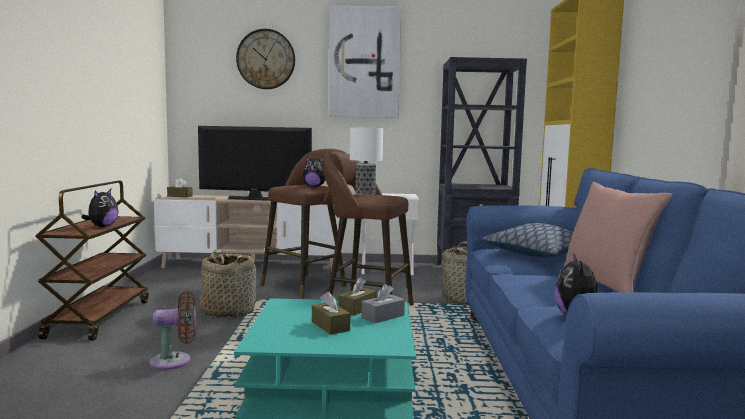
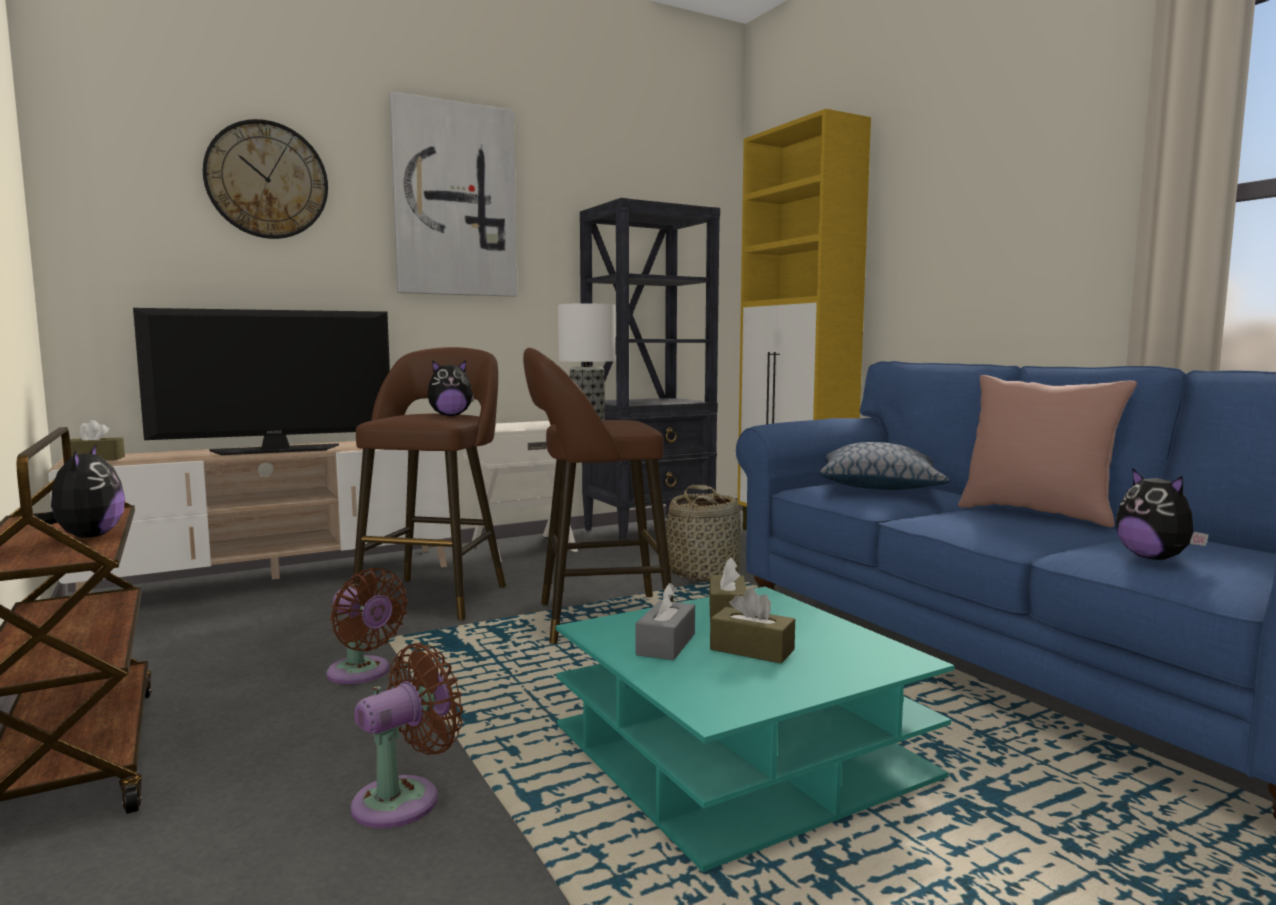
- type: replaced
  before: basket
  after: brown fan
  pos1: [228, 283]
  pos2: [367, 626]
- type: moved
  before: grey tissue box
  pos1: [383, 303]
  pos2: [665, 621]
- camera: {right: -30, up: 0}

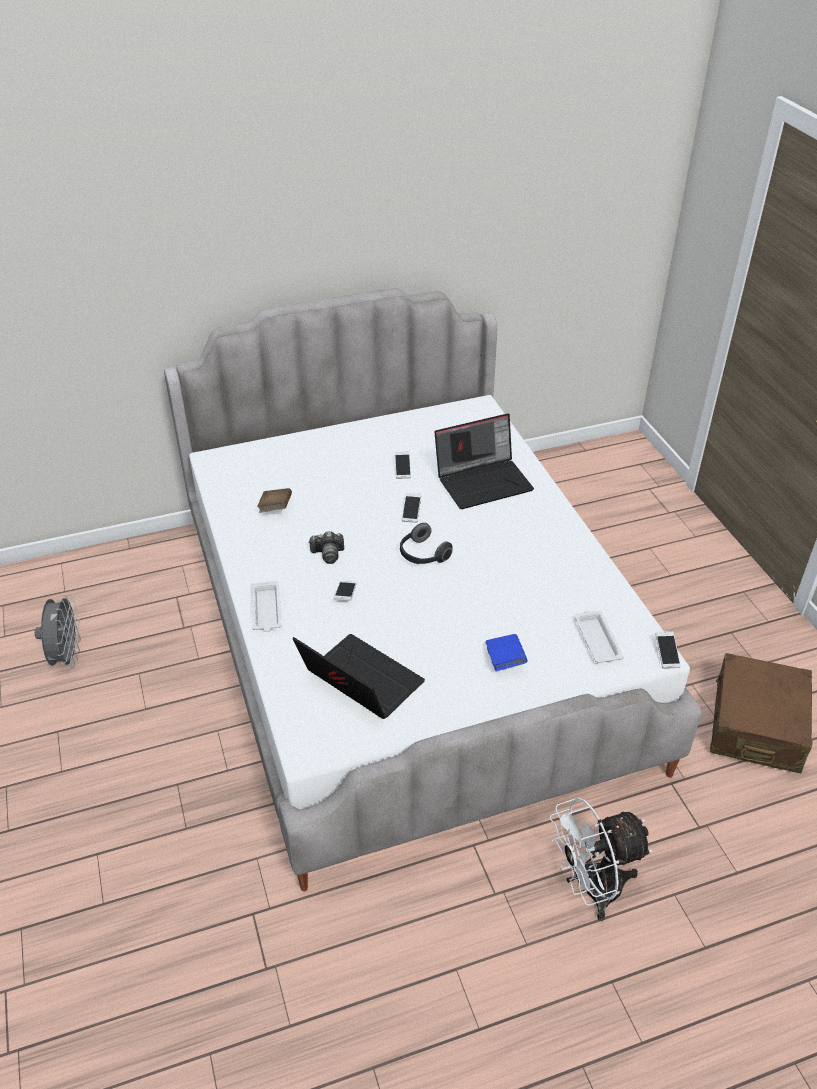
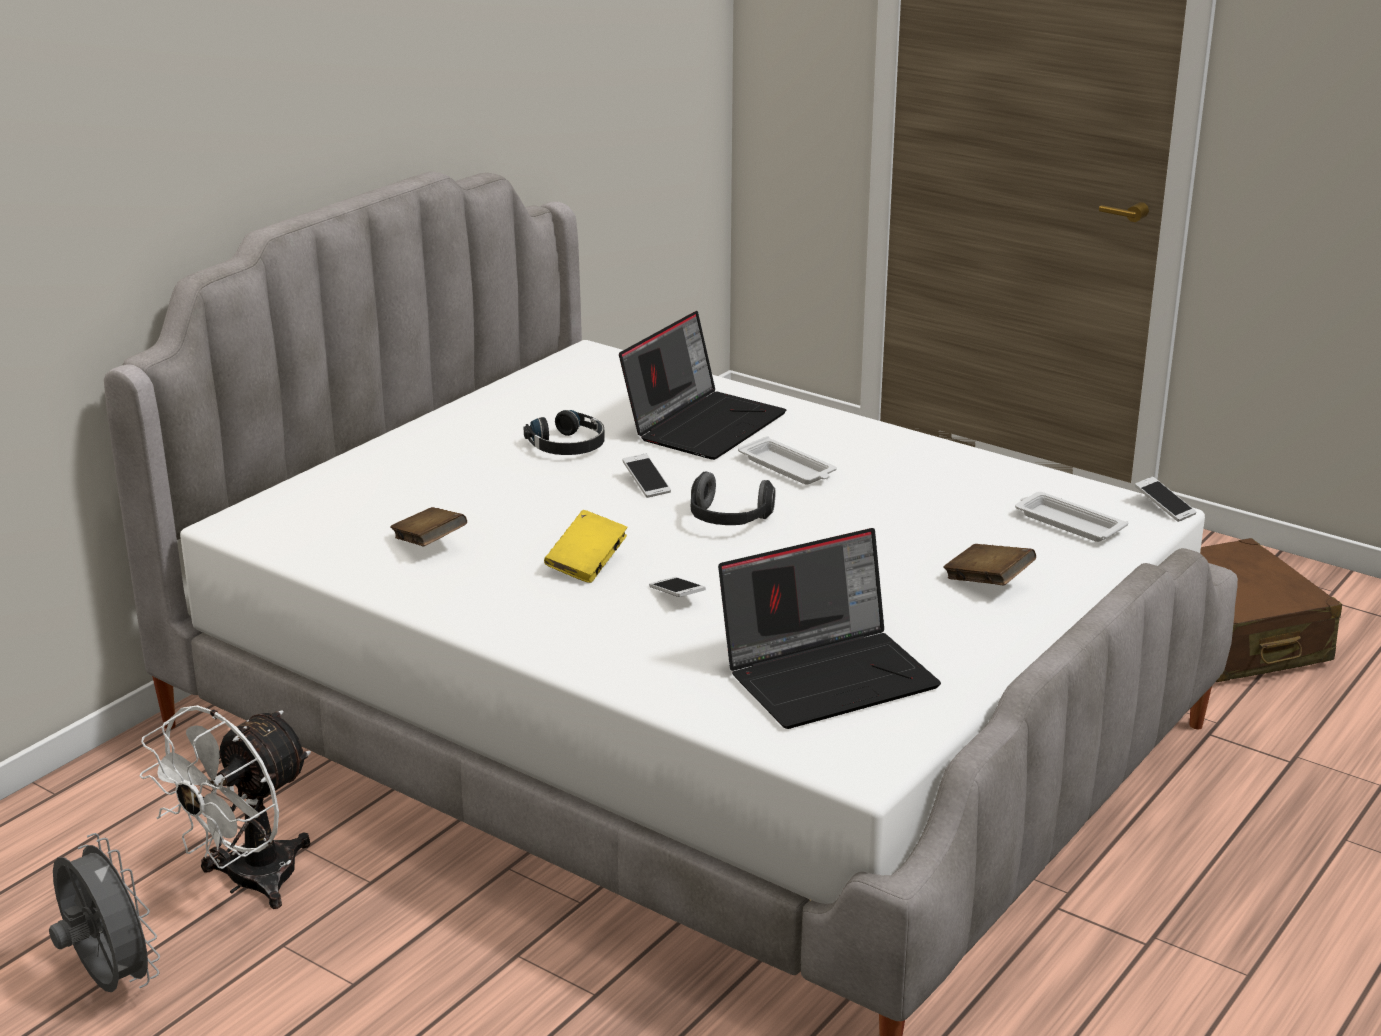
- type: moved
  before: white fan
  pos1: [601, 859]
  pos2: [225, 807]
- type: replaced
  before: phone
  after: black headphones
  pos1: [403, 465]
  pos2: [564, 432]
- type: replaced
  before: photo camera
  after: yellow book
  pos1: [326, 547]
  pos2: [586, 546]
- type: turned
  before: laptop
  pos1: [359, 676]
  pos2: [829, 628]
  turn: 150
- type: moved
  before: white tray
  pos1: [266, 606]
  pos2: [787, 460]
- type: recoloured
  before: blue book
  after: brown book
  pos1: [506, 652]
  pos2: [989, 565]
- camera: {right: -35, up: -15}

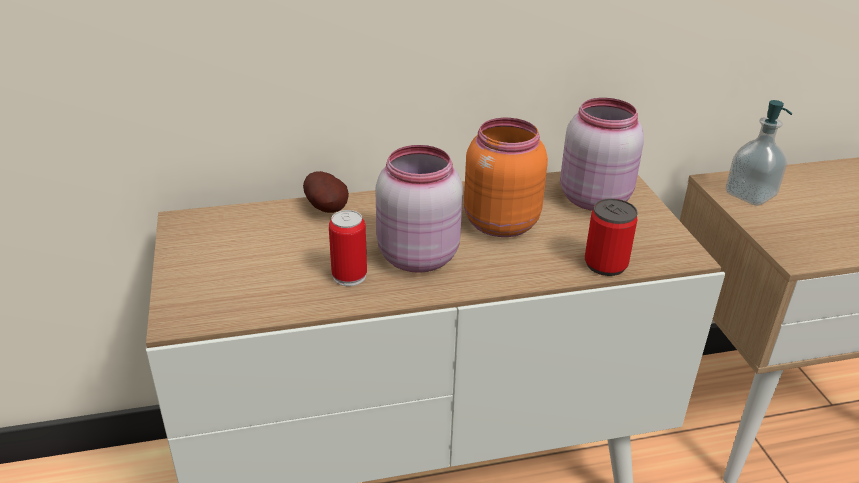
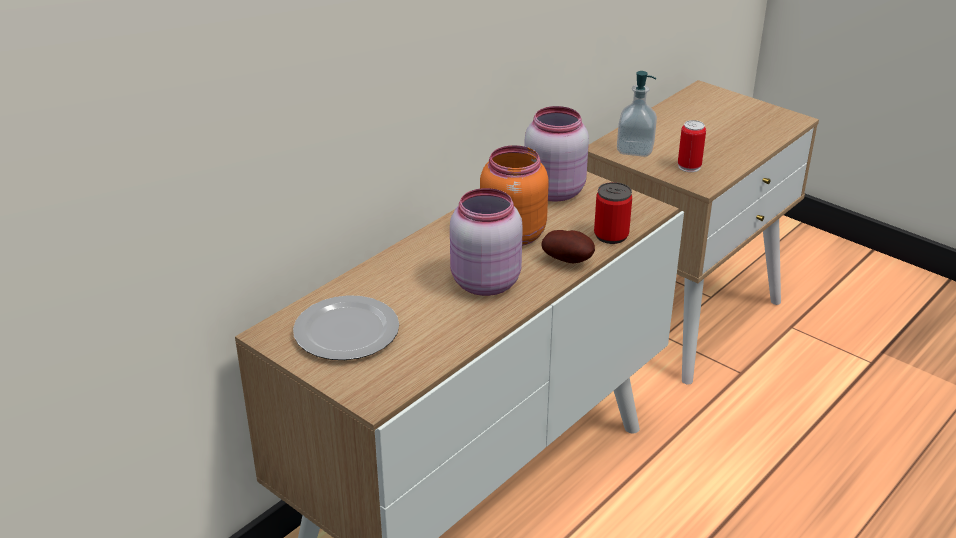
- type: added
  after: plate
  pos2: [346, 327]
- type: moved
  before: potato
  pos1: [326, 192]
  pos2: [568, 246]
- type: moved
  before: can
  pos1: [348, 248]
  pos2: [692, 146]
- camera: {right: -35, up: 0}

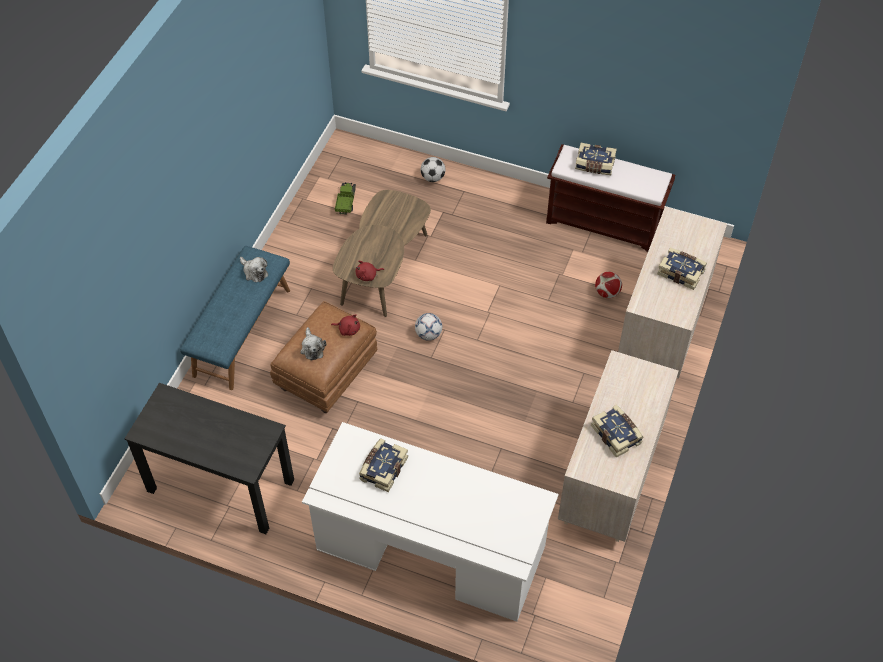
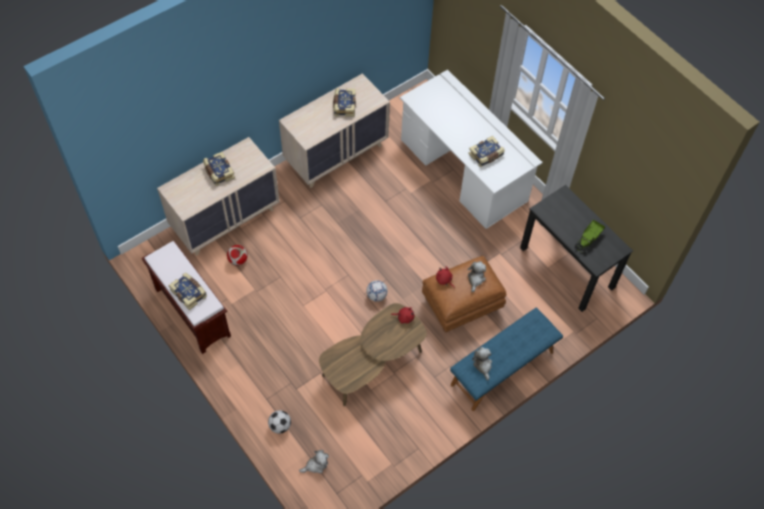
- type: added
  after: plush toy
  pos2: [314, 461]
- type: moved
  before: toy truck
  pos1: [345, 198]
  pos2: [589, 236]
- camera: {right: -150, up: 5}

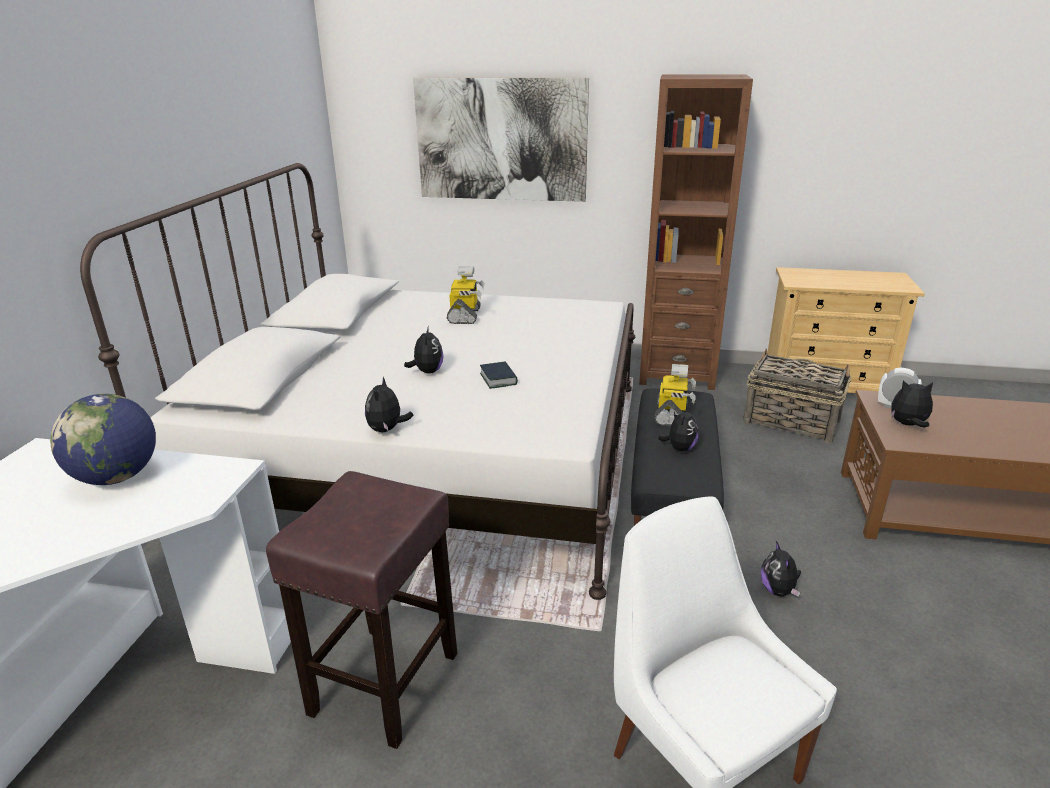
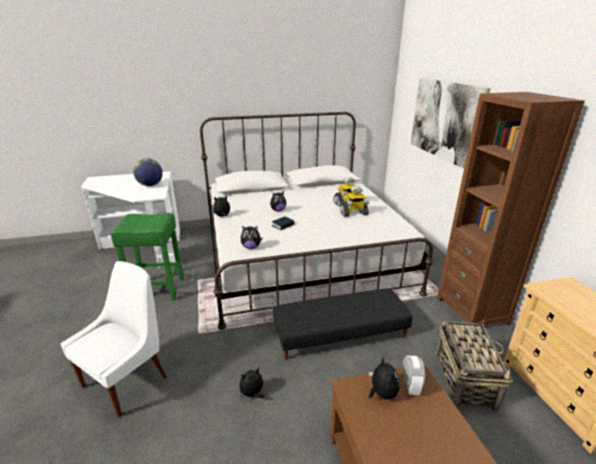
- type: recoloured
  before: brown stool
  after: green stool
  pos1: [361, 610]
  pos2: [147, 257]
- type: moved
  before: plush toy
  pos1: [678, 428]
  pos2: [252, 237]
- type: moved
  before: toy robot
  pos1: [675, 395]
  pos2: [354, 201]
- camera: {right: 65, up: 0}

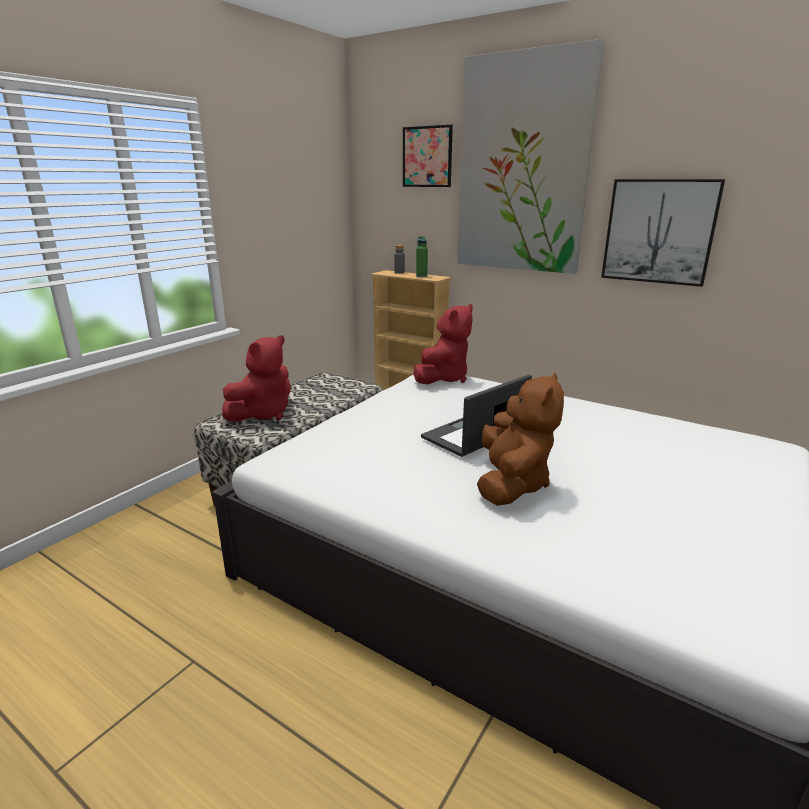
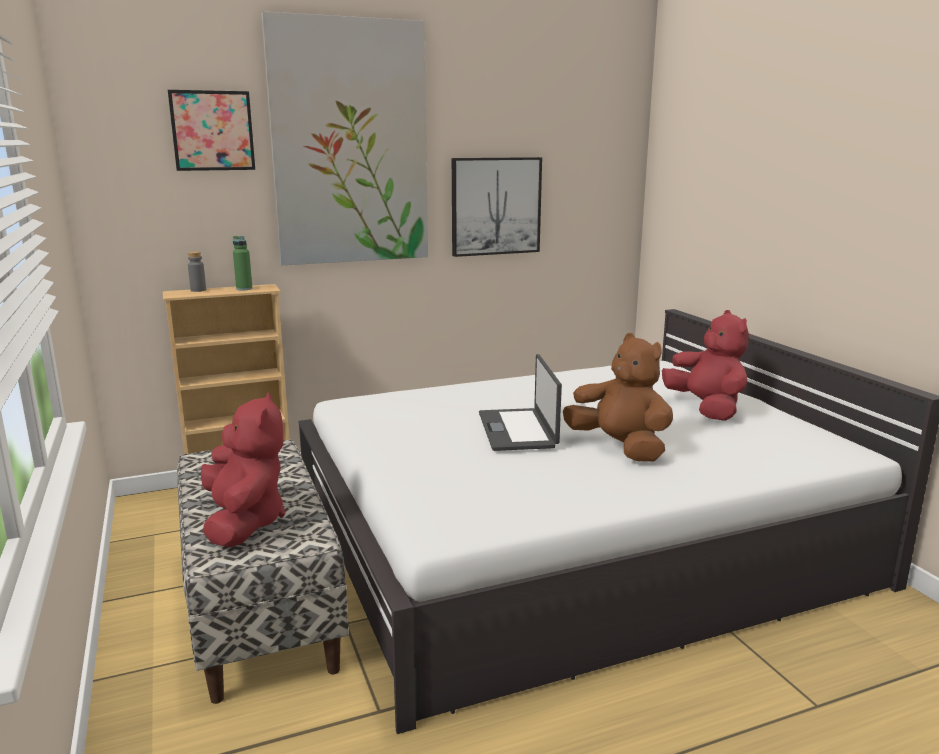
- type: moved
  before: red plush toy
  pos1: [443, 344]
  pos2: [705, 365]
- camera: {right: -55, up: -5}

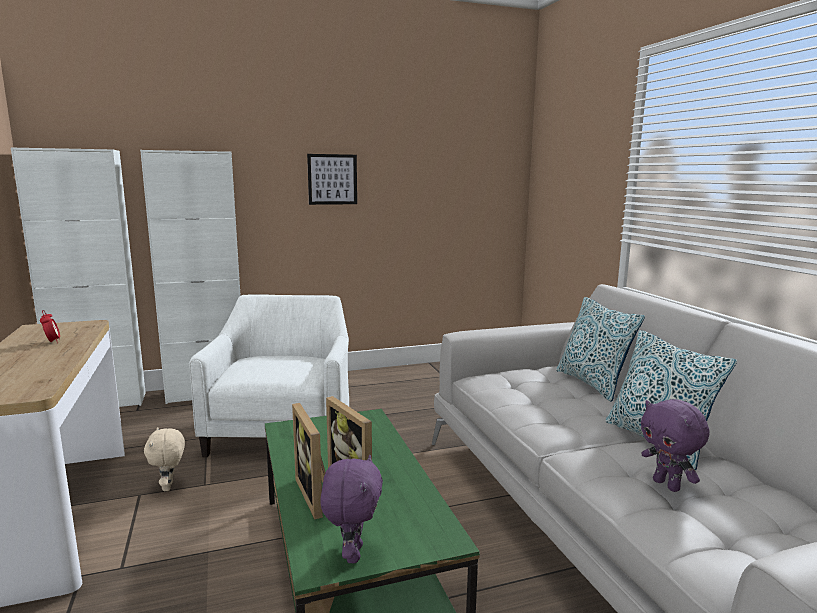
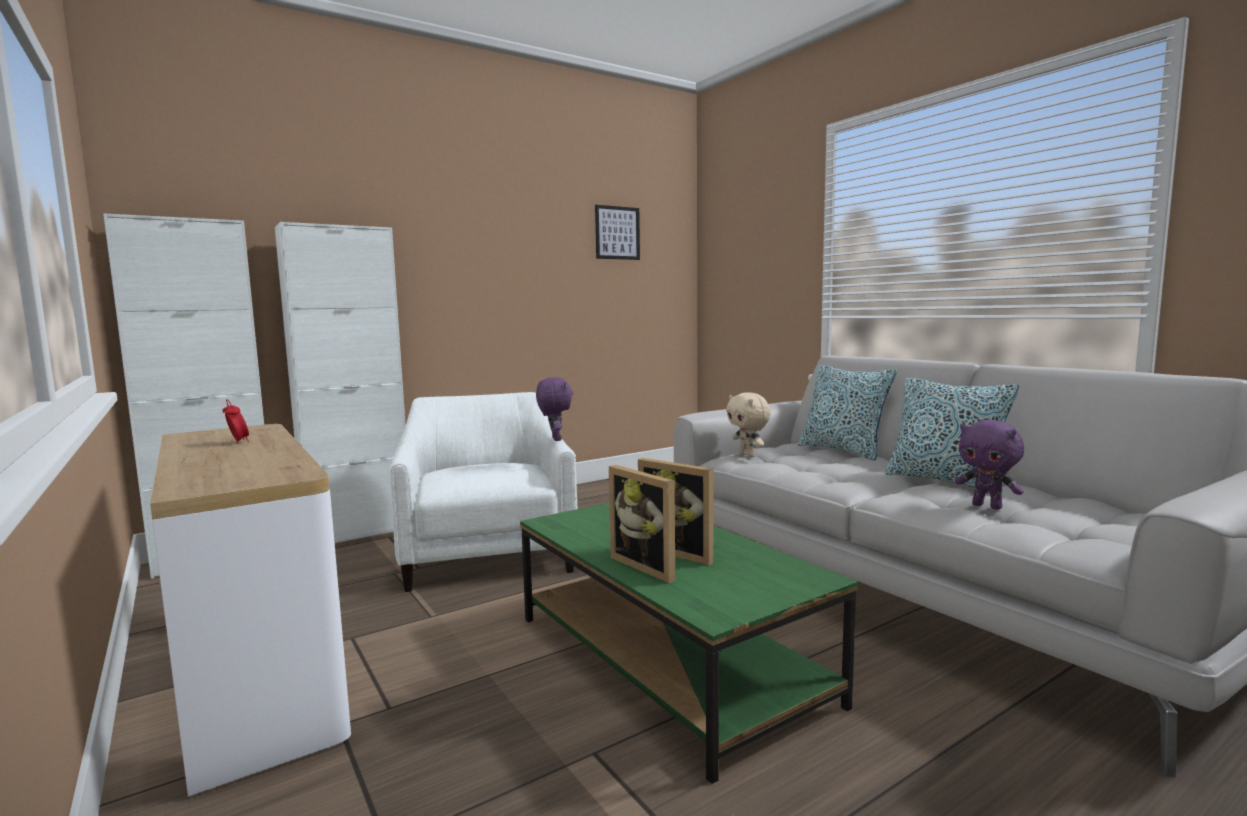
- type: moved
  before: purple plush toy
  pos1: [351, 509]
  pos2: [554, 409]
- type: moved
  before: picture
  pos1: [332, 179]
  pos2: [617, 232]
- type: moved
  before: beige plush toy
  pos1: [164, 459]
  pos2: [748, 425]
- camera: {right: -15, up: -5}

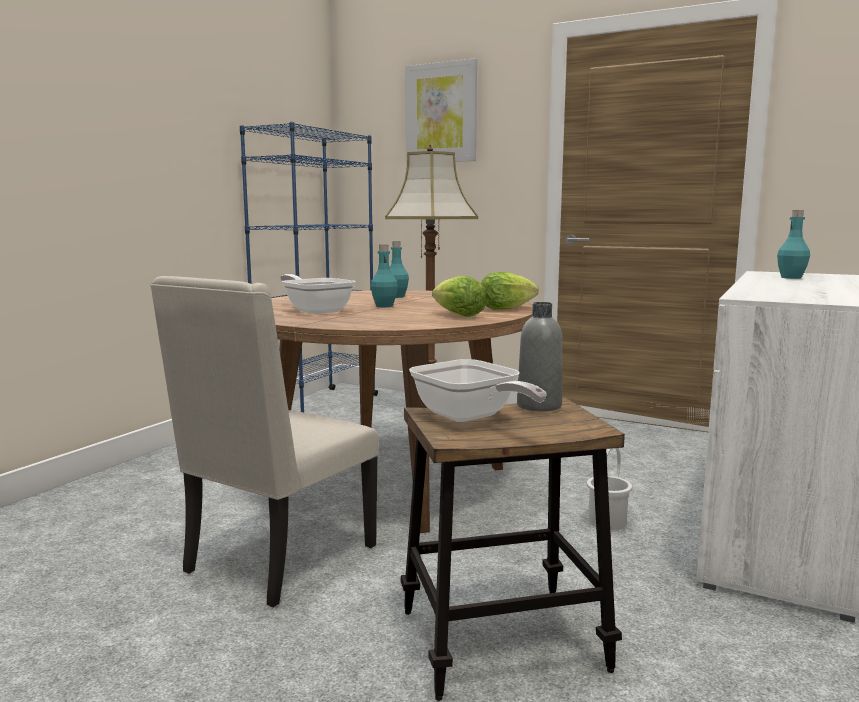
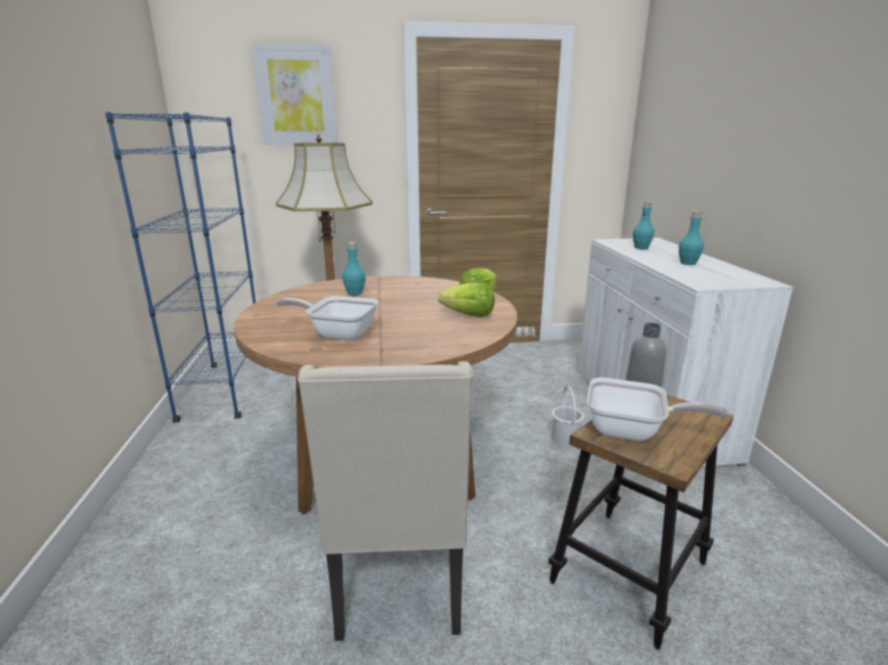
- type: moved
  before: turquoise bottle
  pos1: [384, 275]
  pos2: [691, 238]
- camera: {right: -35, up: 10}

